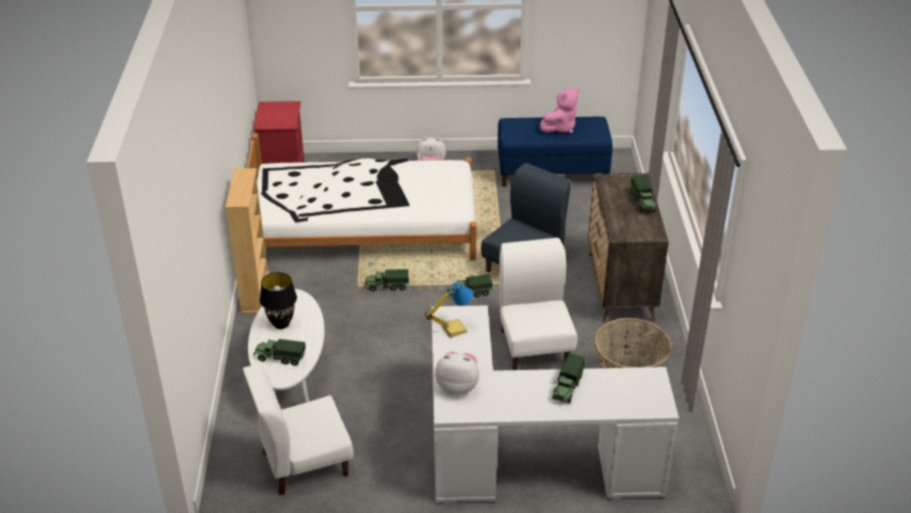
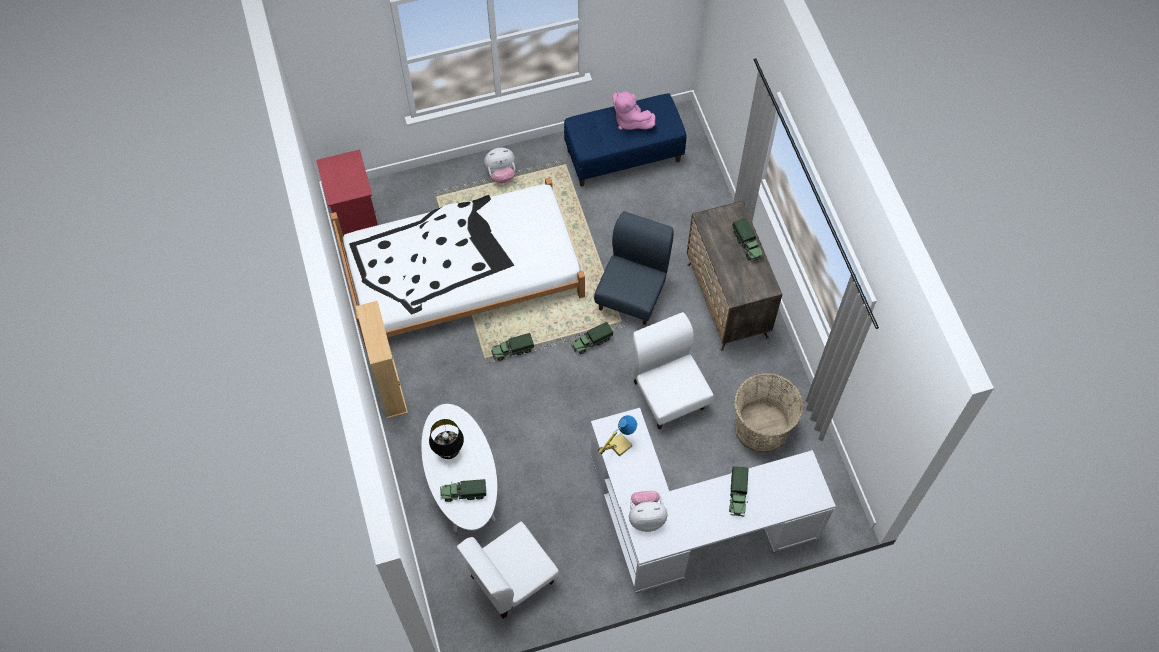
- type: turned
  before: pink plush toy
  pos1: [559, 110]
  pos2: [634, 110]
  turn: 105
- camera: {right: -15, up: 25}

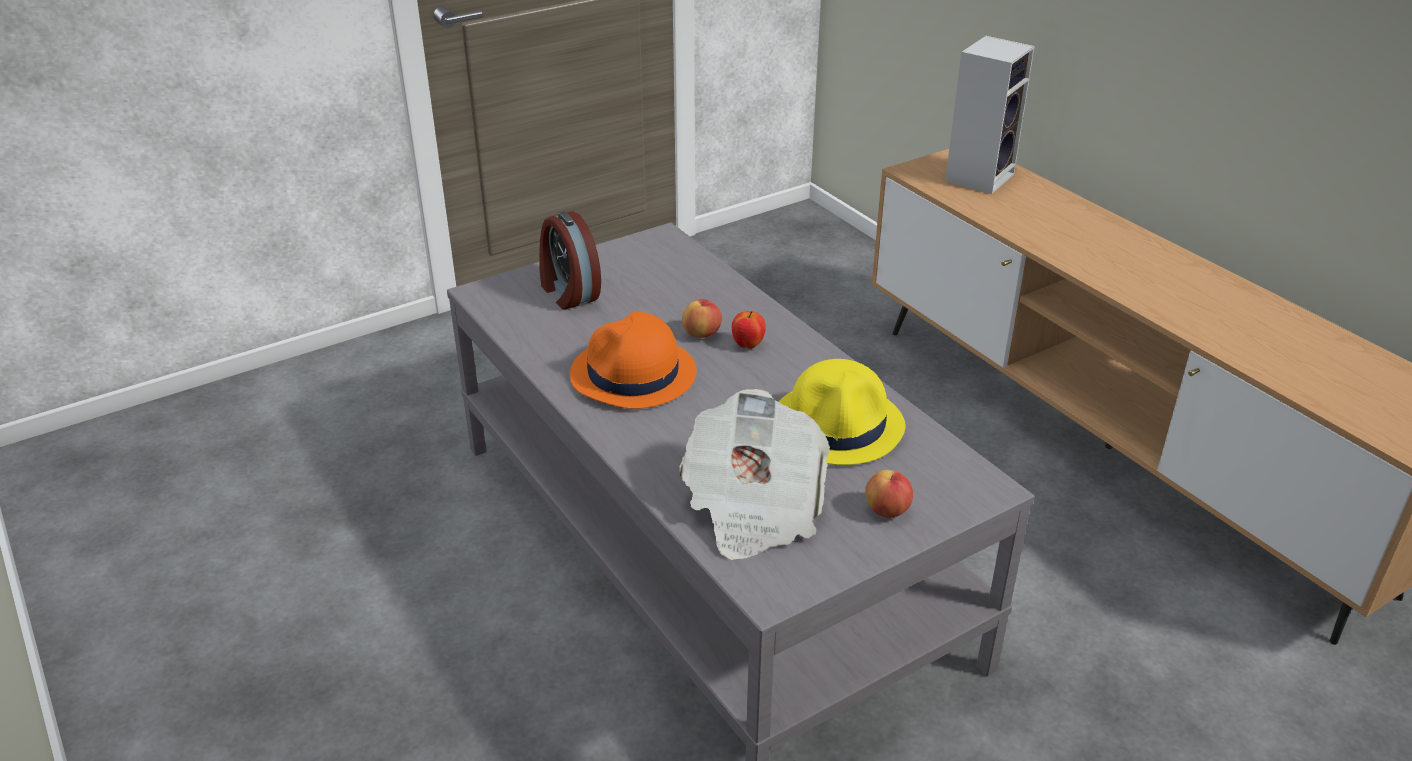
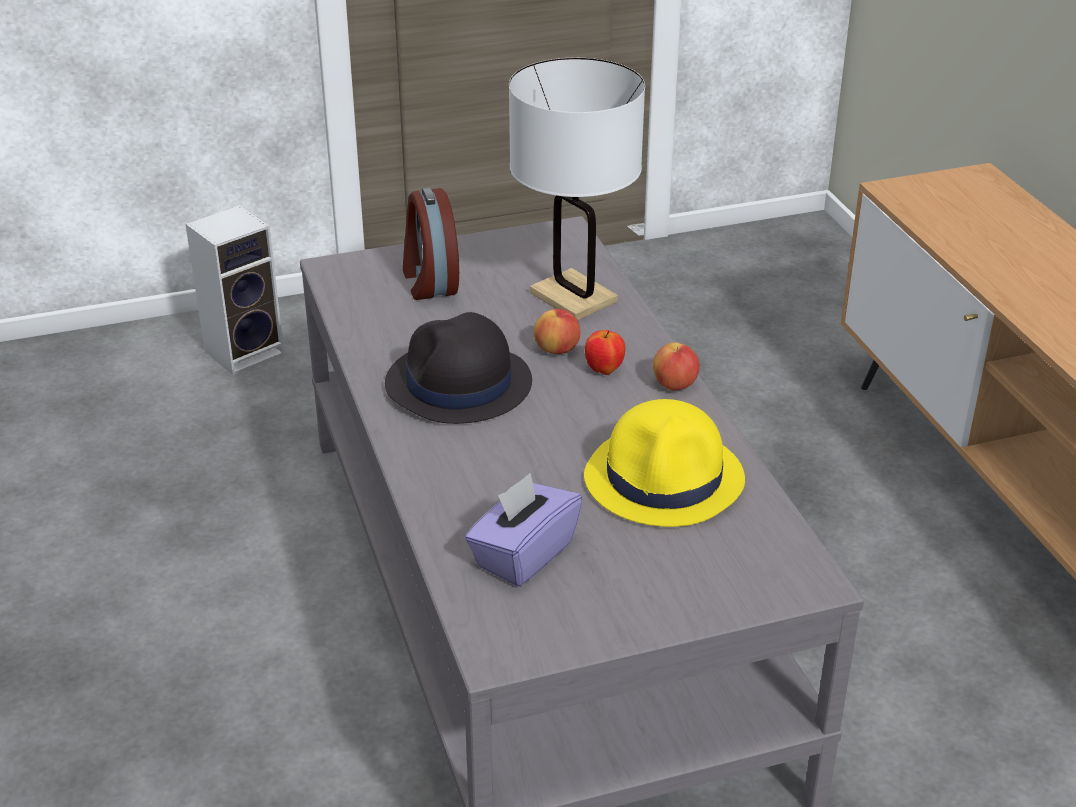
- type: moved
  before: speaker
  pos1: [990, 115]
  pos2: [234, 290]
- type: recoloured
  before: orange hat
  after: black hat
  pos1: [633, 360]
  pos2: [458, 368]
- type: replaced
  before: newspaper
  after: purple tissue box
  pos1: [754, 474]
  pos2: [524, 530]
- type: added
  after: white table lamp
  pos2: [577, 189]
- type: moved
  before: apple
  pos1: [889, 494]
  pos2: [676, 366]
- camera: {right: 15, up: 0}

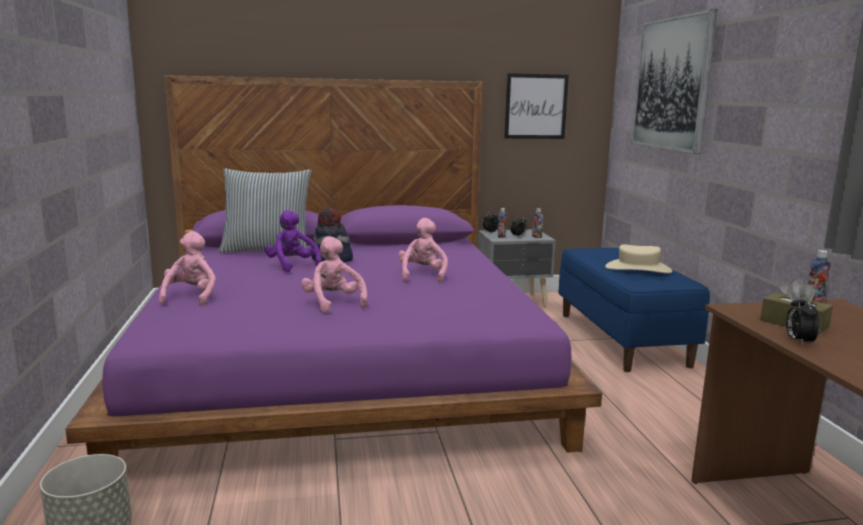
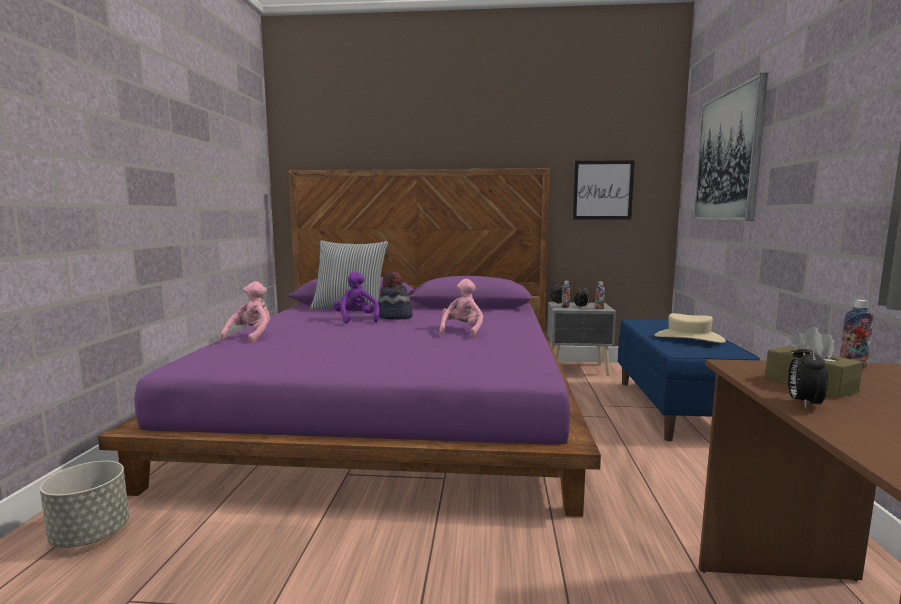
- type: removed
  before: pink plush toy
  pos1: [334, 274]
- camera: {right: 15, up: -5}

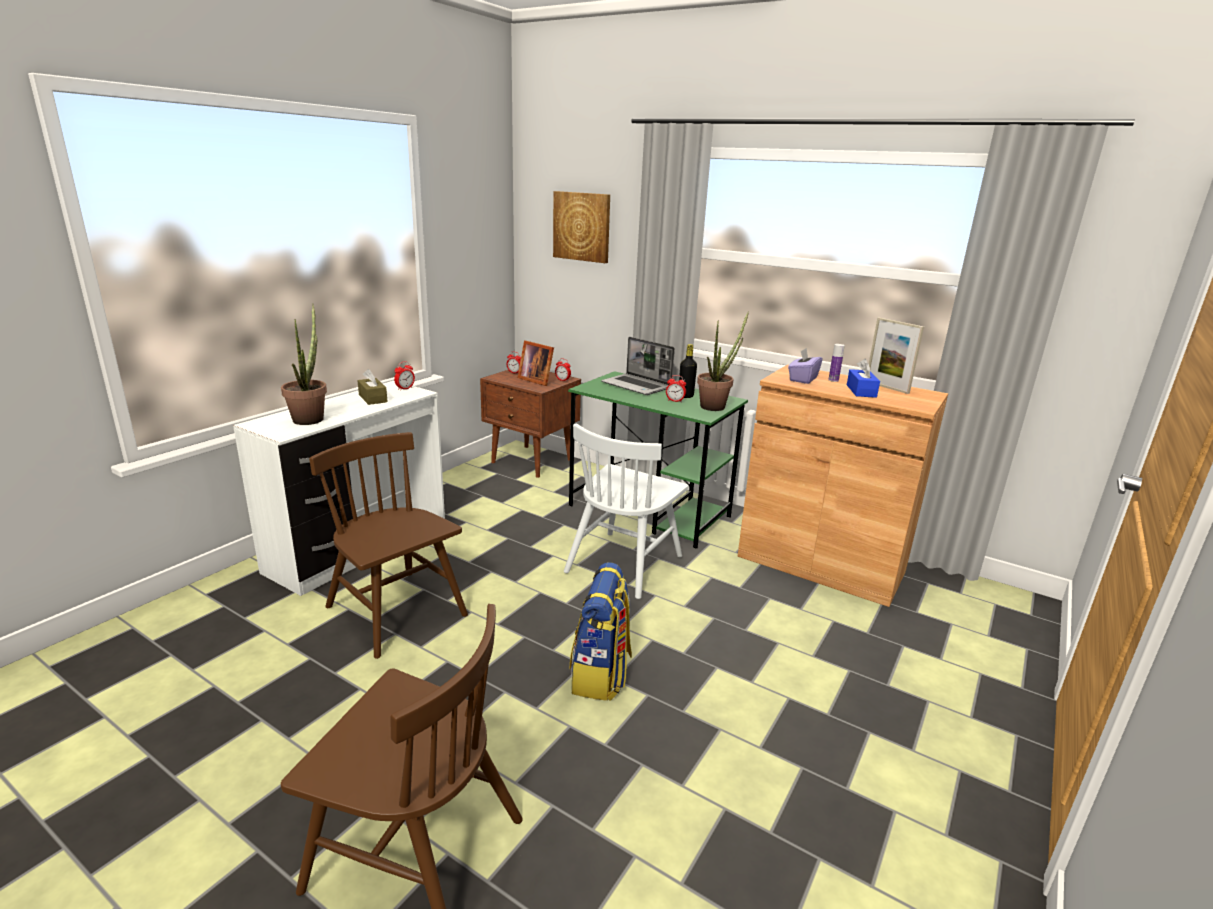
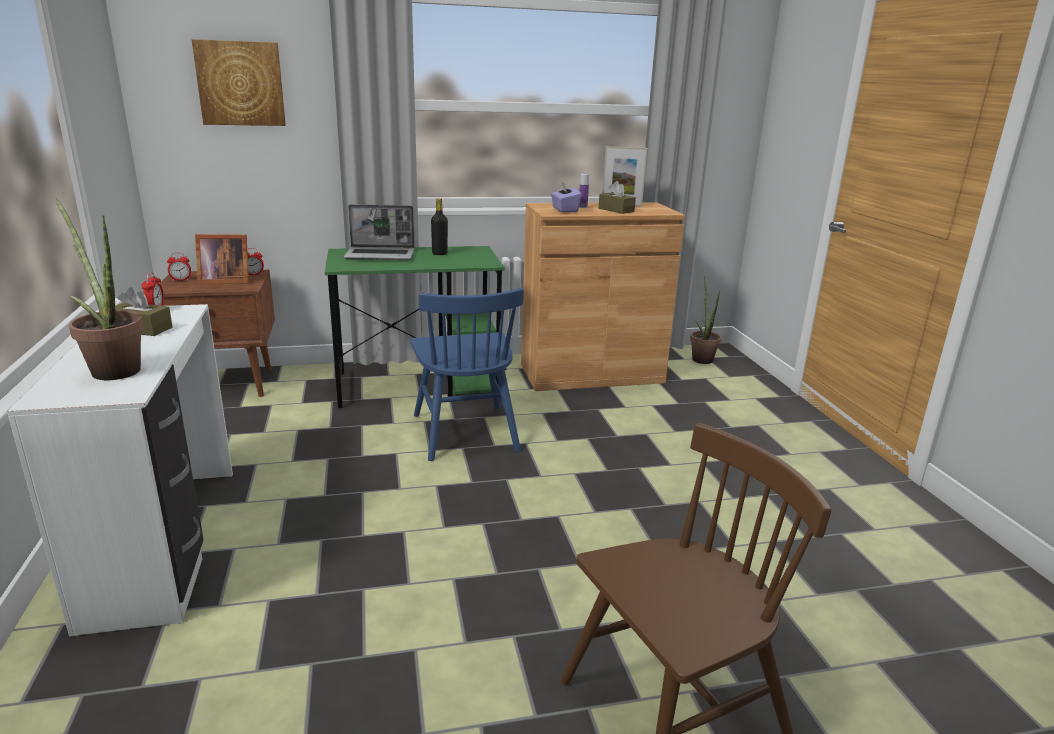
- type: recoloured
  before: white chair
  after: blue chair
  pos1: [626, 511]
  pos2: [467, 374]
- type: recoloured
  before: blue tissue box
  after: brown tissue box
  pos1: [863, 378]
  pos2: [617, 197]
- type: moved
  before: potted plant
  pos1: [723, 361]
  pos2: [705, 320]
- type: removed
  before: brown chair
  pos1: [388, 545]
- type: removed
  before: backpack
  pos1: [601, 631]
- type: removed
  before: alarm clock
  pos1: [676, 388]
- camera: {right: -45, up: 0}

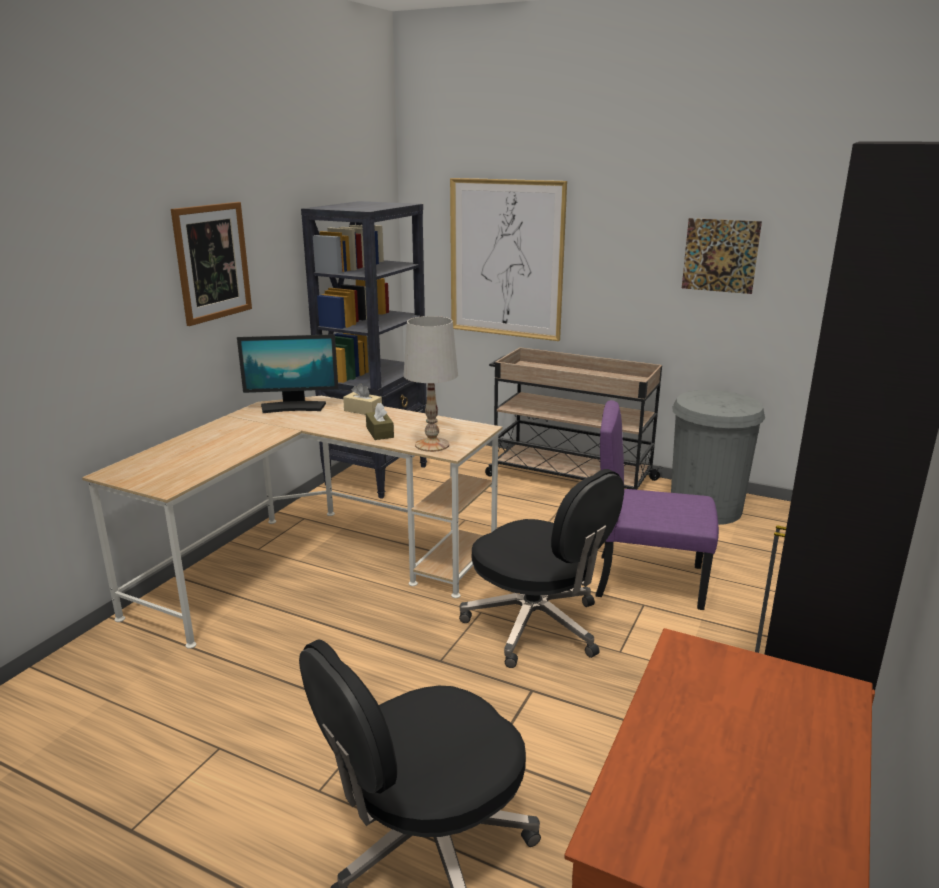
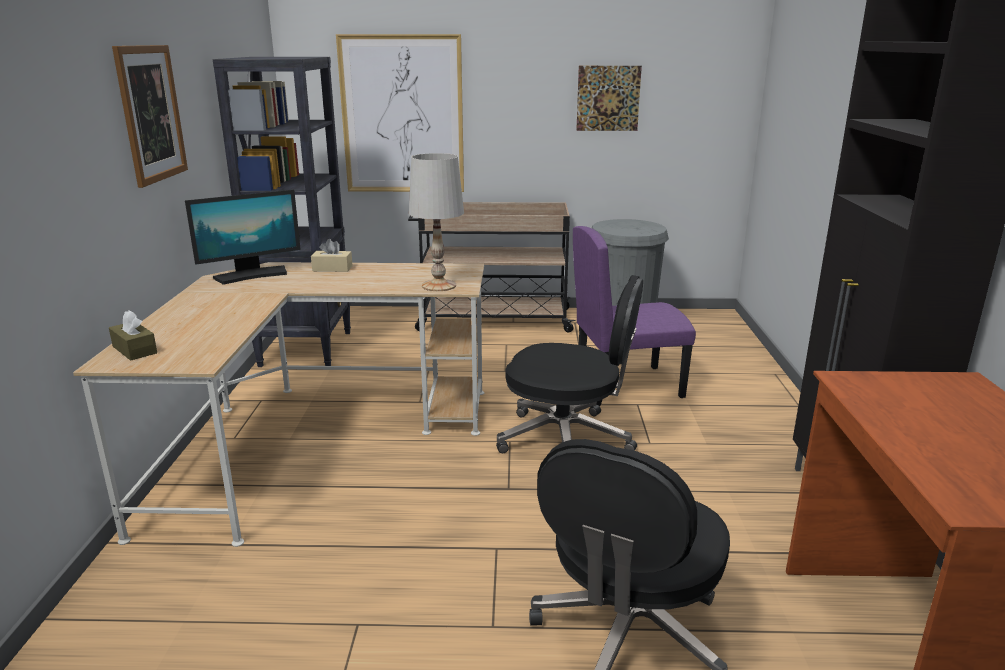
- type: moved
  before: brown tissue box
  pos1: [380, 421]
  pos2: [133, 335]
- camera: {right: -25, up: 0}

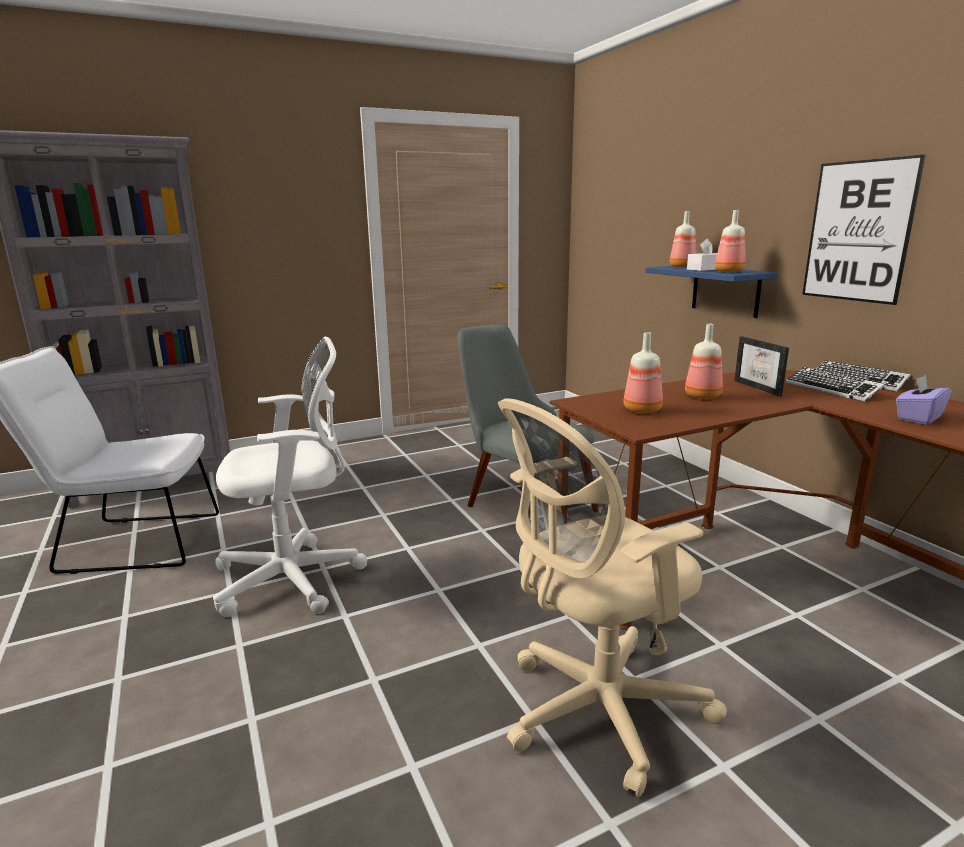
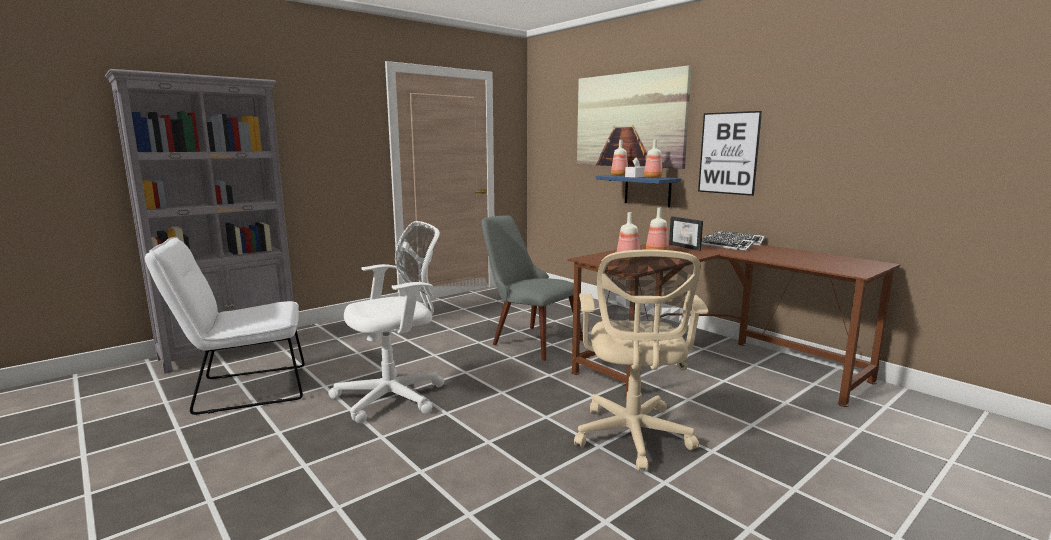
- type: turned
  before: beige office chair
  pos1: [612, 597]
  pos2: [641, 360]
  turn: -45
- type: added
  after: picture
  pos2: [634, 117]
- type: removed
  before: purple tissue box
  pos1: [924, 400]
- camera: {right: -15, up: -5}

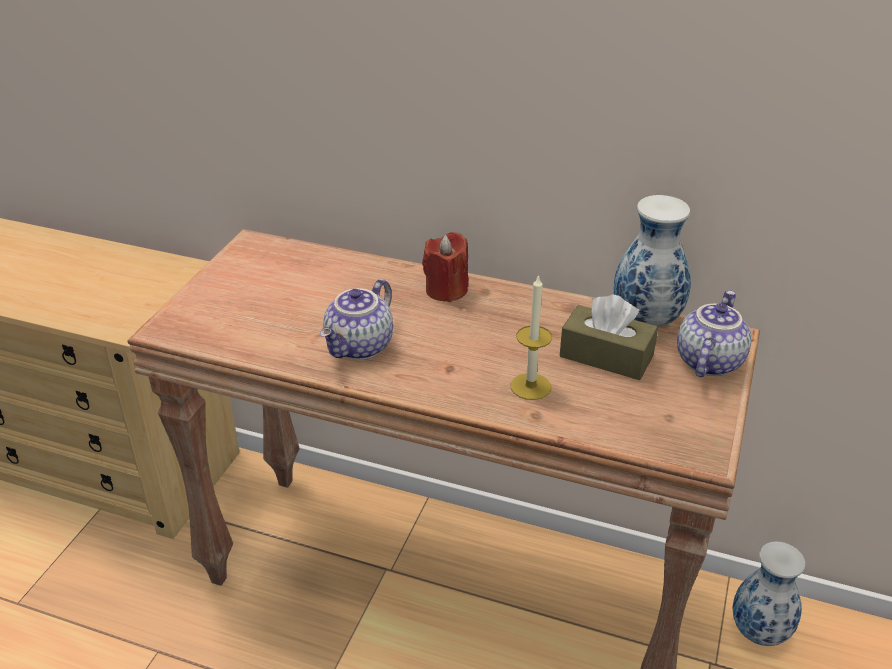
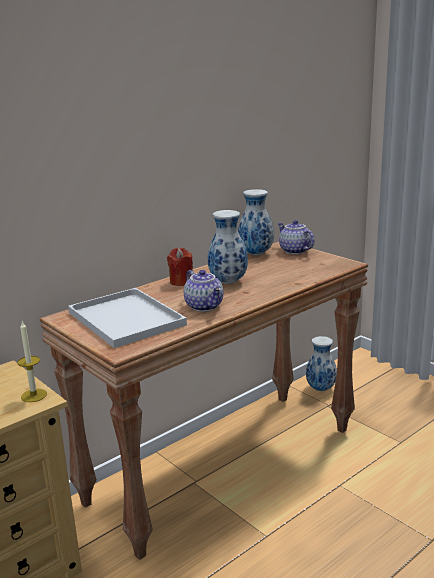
- type: moved
  before: candle
  pos1: [531, 337]
  pos2: [32, 362]
- type: added
  after: white tray
  pos2: [127, 318]
- type: added
  after: vase
  pos2: [228, 247]
- type: removed
  before: brown tissue box
  pos1: [609, 337]
- camera: {right: -60, up: -15}

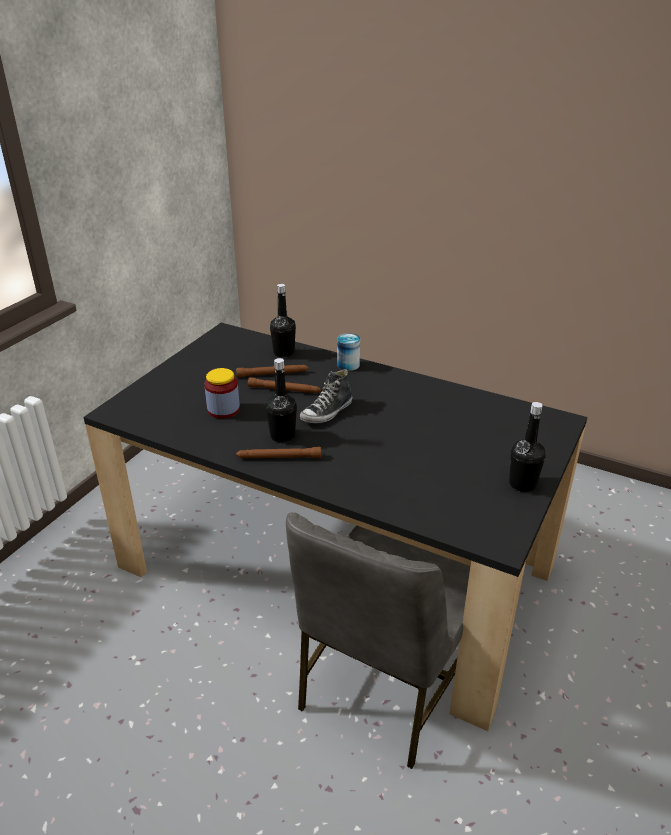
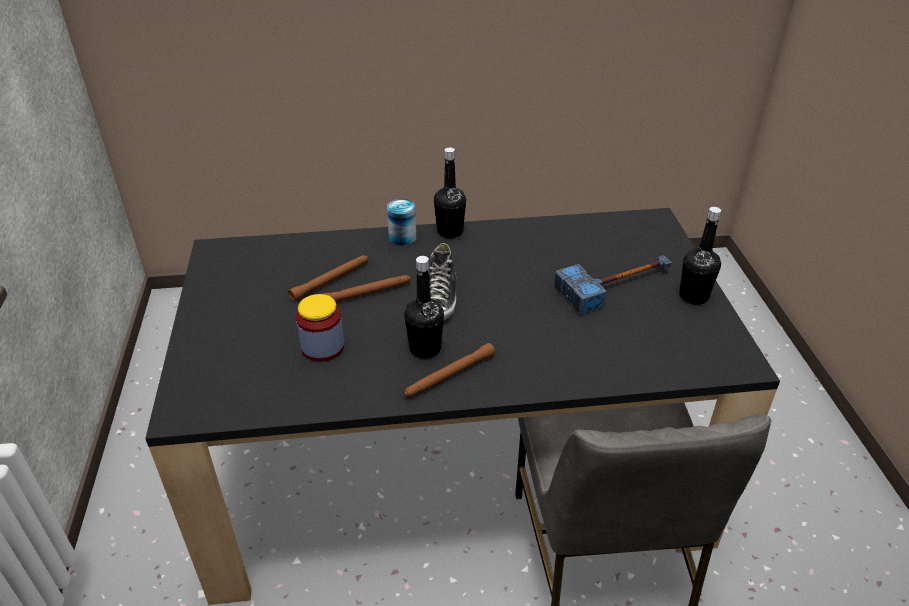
- type: moved
  before: black bottle
  pos1: [283, 320]
  pos2: [450, 193]
- type: added
  after: hammer
  pos2: [613, 285]
- camera: {right: -35, up: 5}

